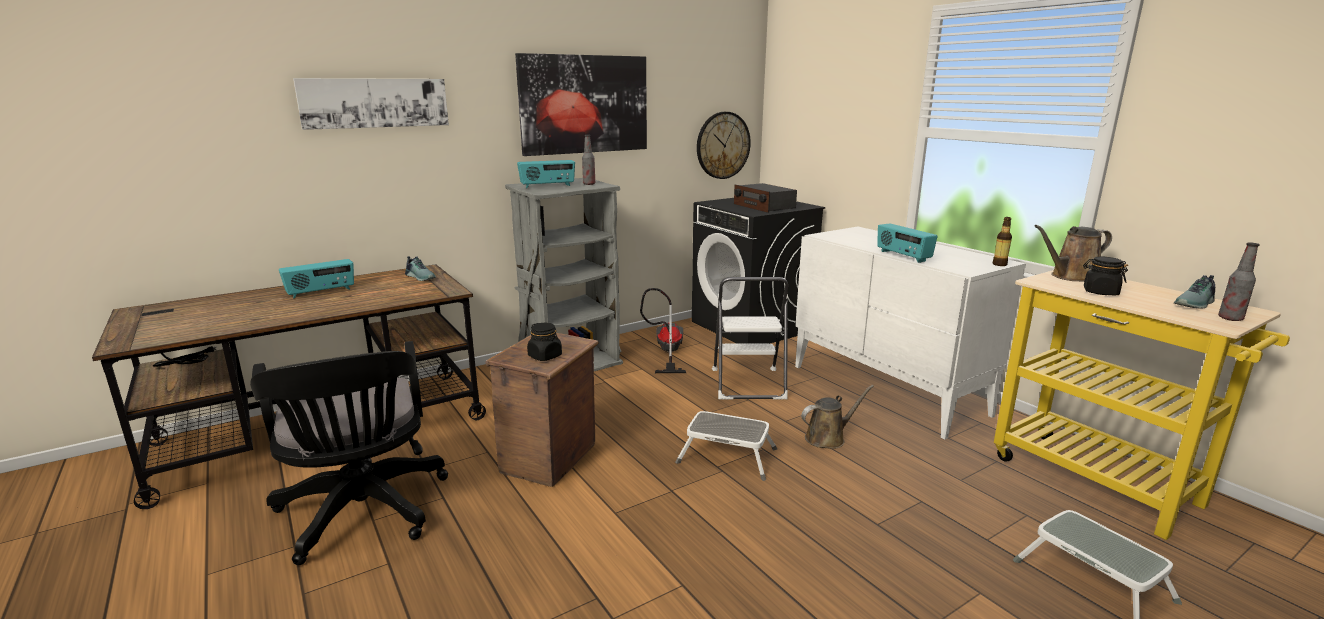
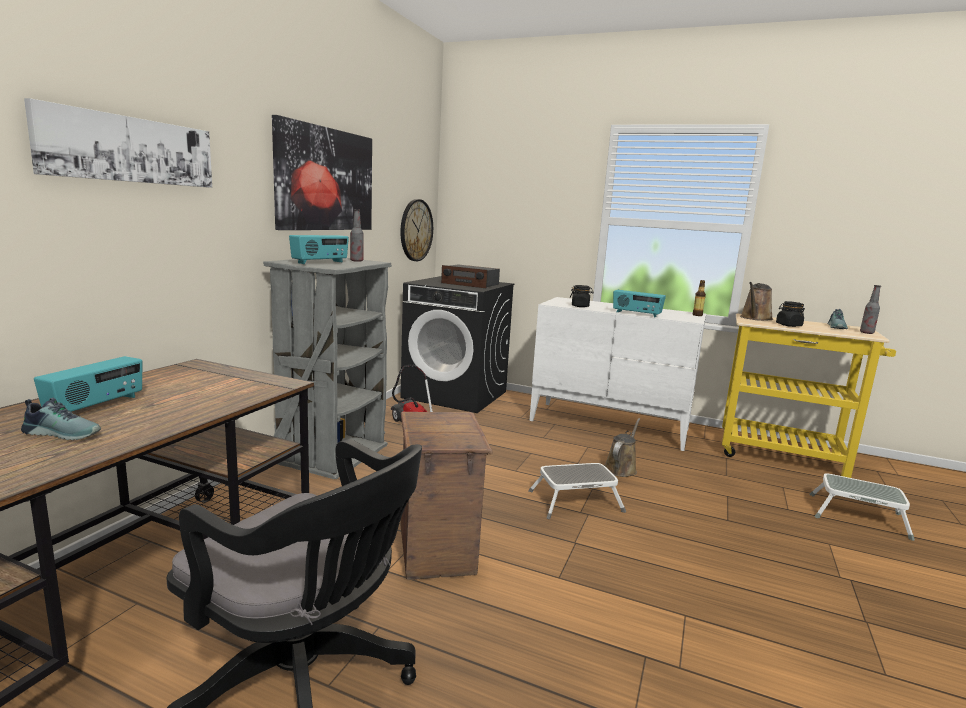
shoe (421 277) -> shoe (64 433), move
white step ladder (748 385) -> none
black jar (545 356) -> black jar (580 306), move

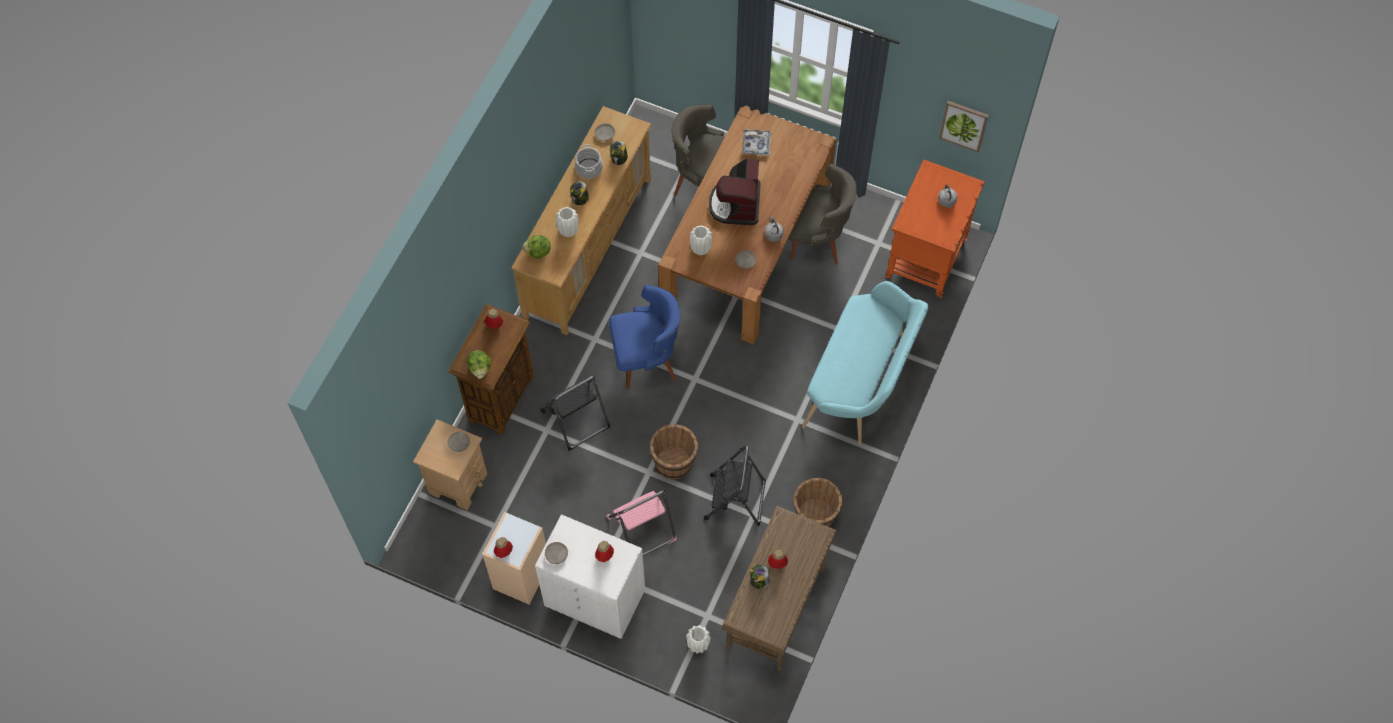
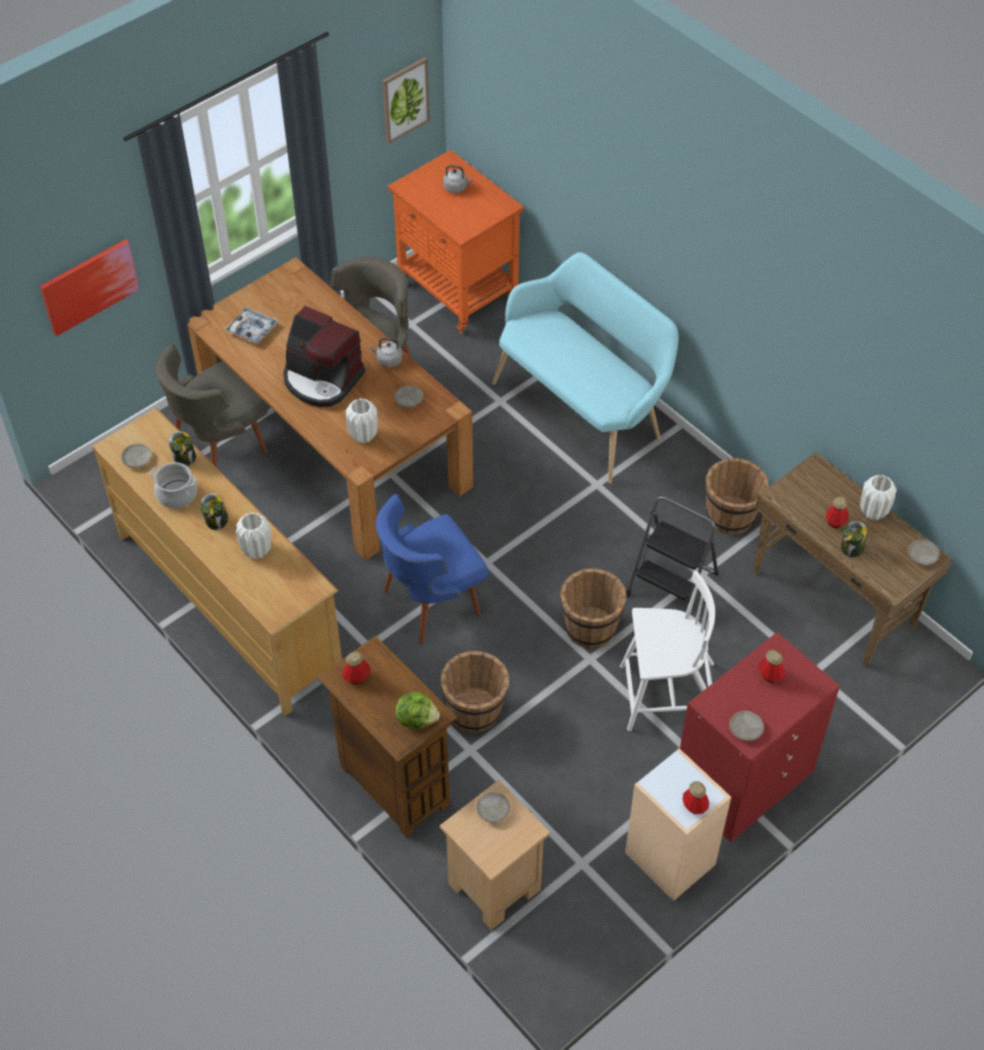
lettuce (538 252) -> none
blue chair (646 361) -> blue chair (432 603), 135 degrees counterclockwise
black step ladder (576 421) -> brown bucket (475 710)
pink step ladder (642 530) -> white chair (668 696)
white cabinet (594 600) -> red cabinet (741 786)
white vase (698 645) -> white vase (873 512), move
none -> picture (89 286)
none -> beige plate (922 556)

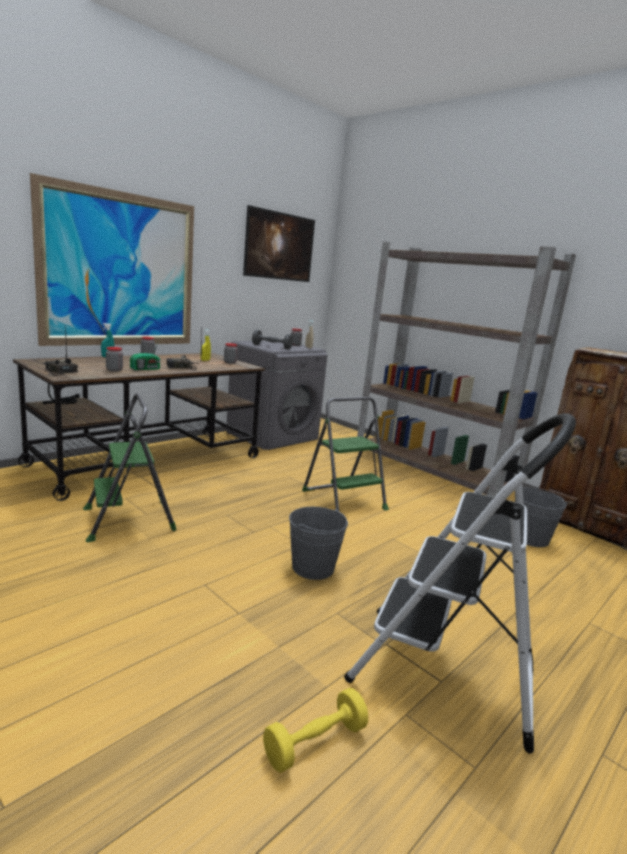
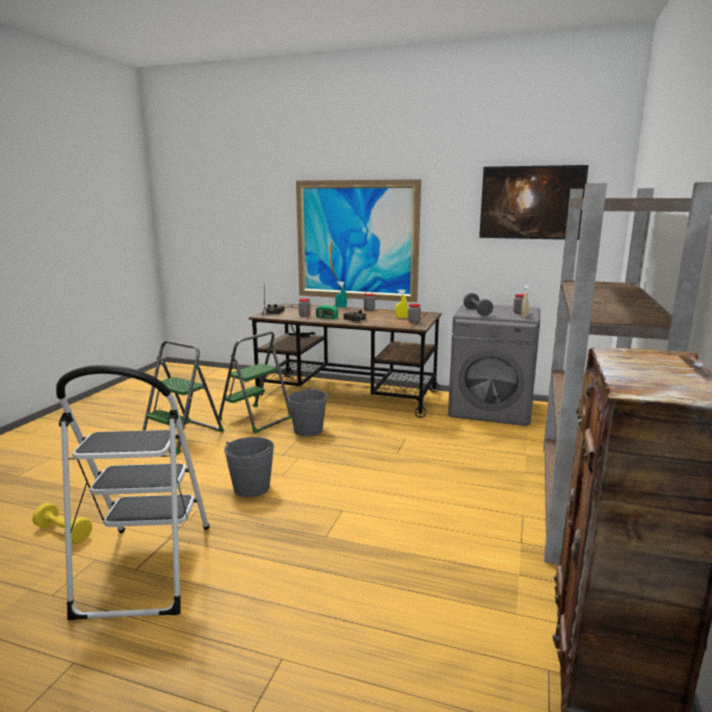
green step ladder (342 498) -> green step ladder (185 435), move
grey bucket (530 538) -> grey bucket (308 430), move

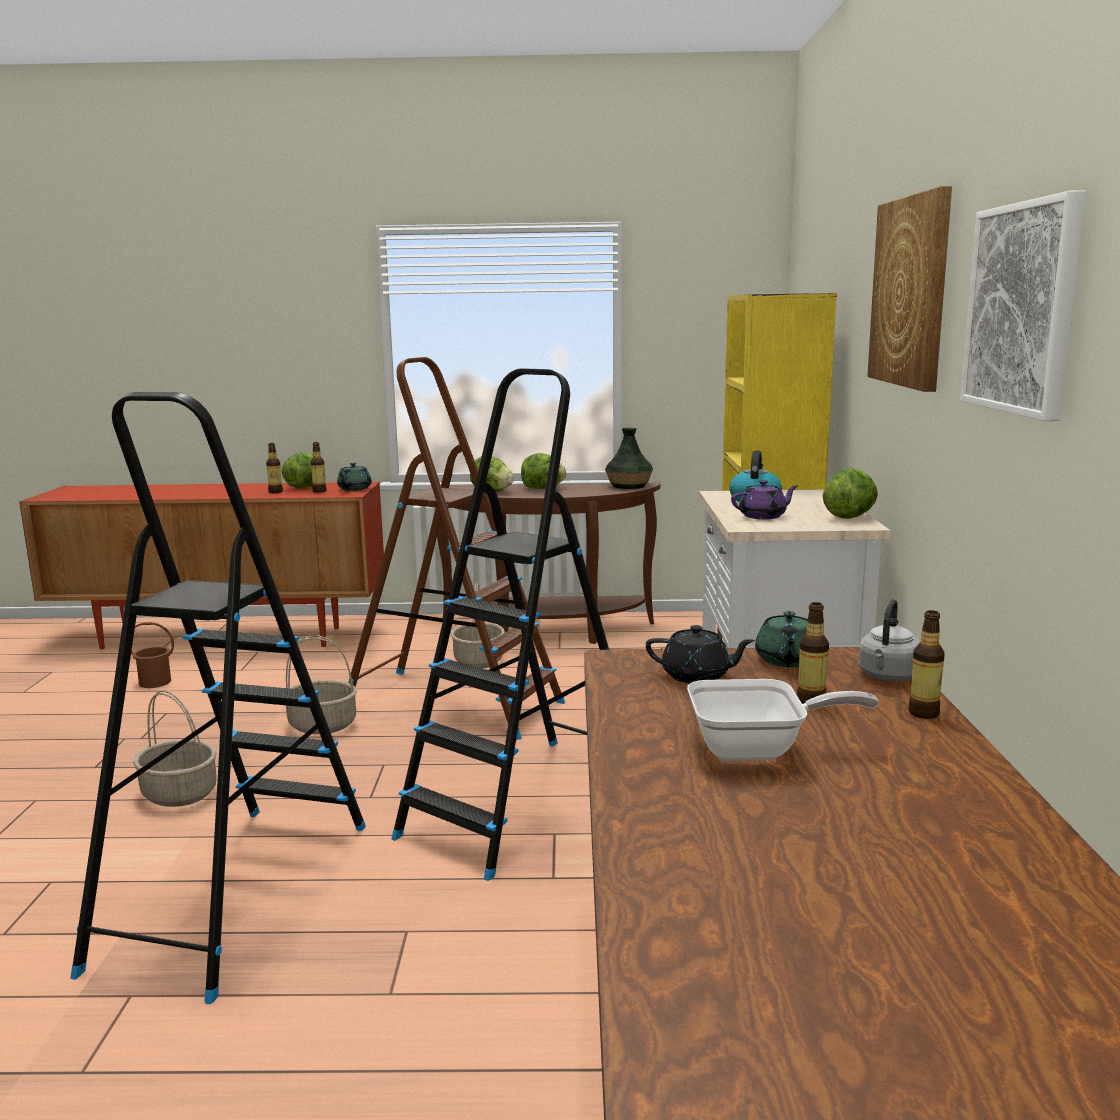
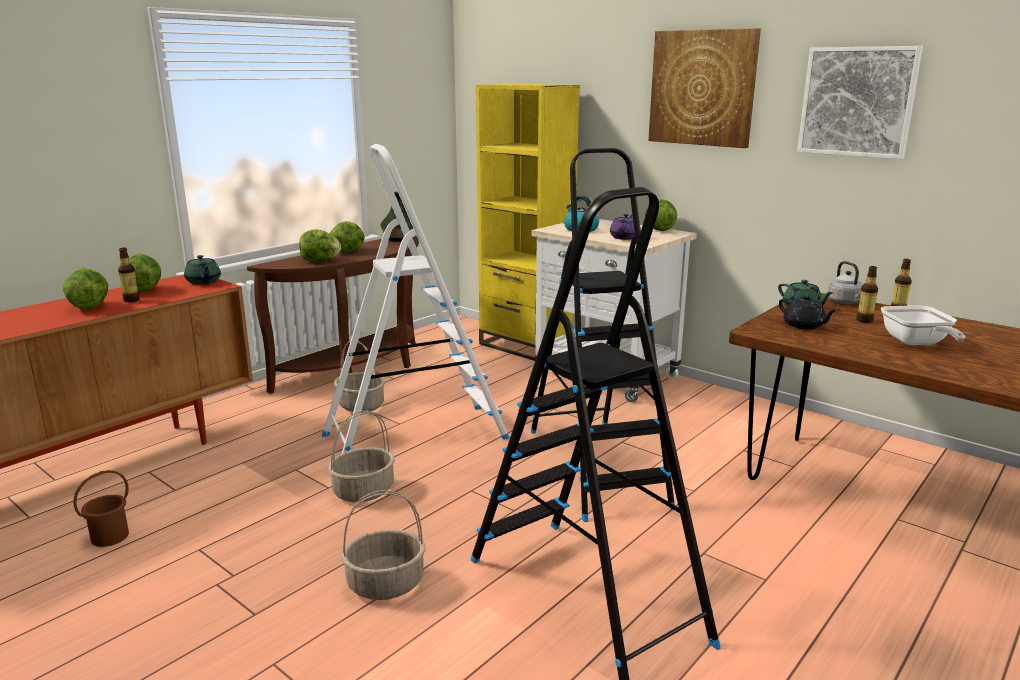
brown step ladder (454 703) -> white step ladder (416 436)
bottle (319 491) -> none
black teapot (697 676) -> black teapot (804 326), 90 degrees clockwise
frying pan (758 750) -> frying pan (916 343), 135 degrees clockwise
none -> lettuce (89 307)

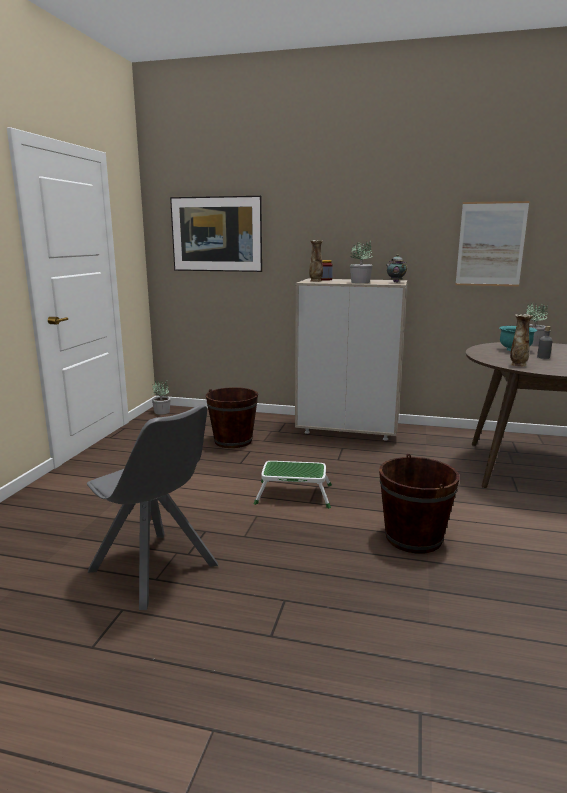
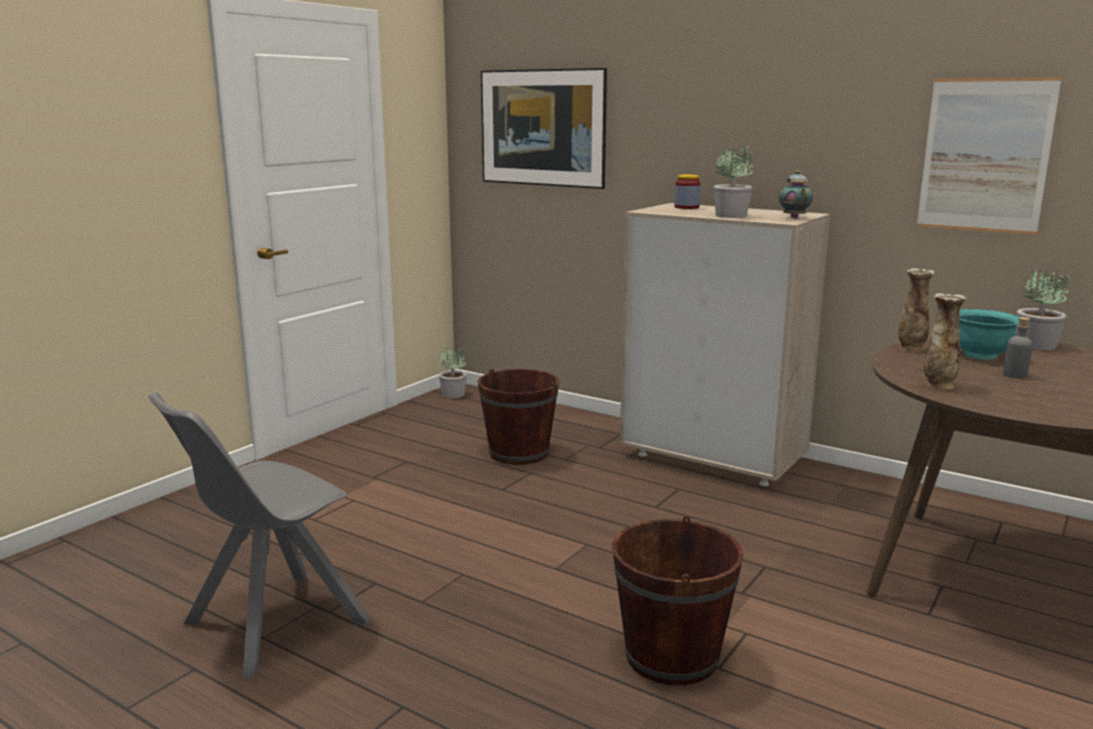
vase (315 281) -> vase (911 349), move
grey chair (155 570) -> grey chair (272 624), 75 degrees clockwise
green step ladder (294 494) -> none

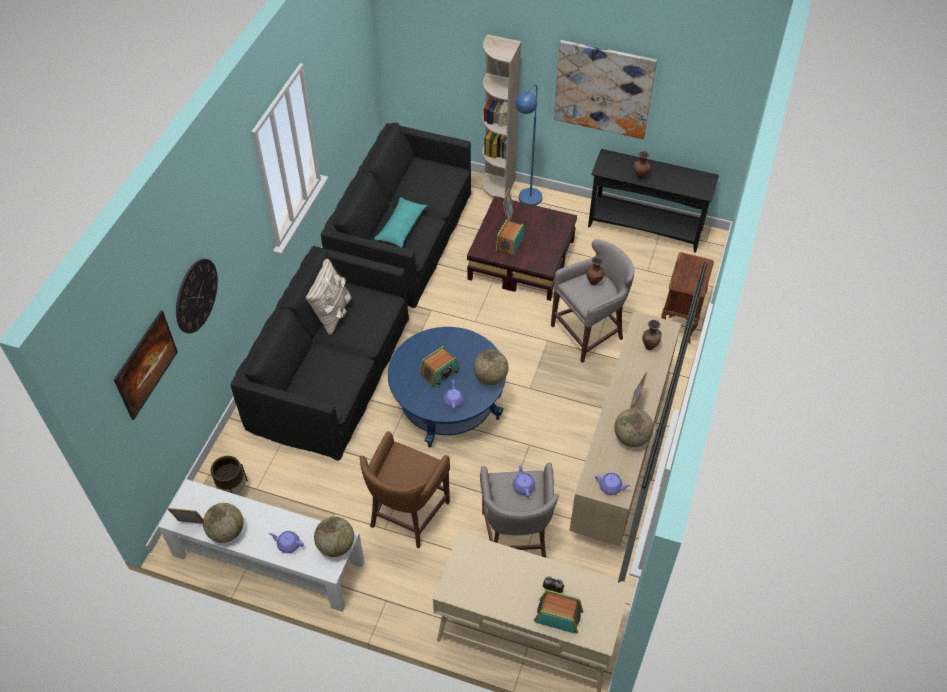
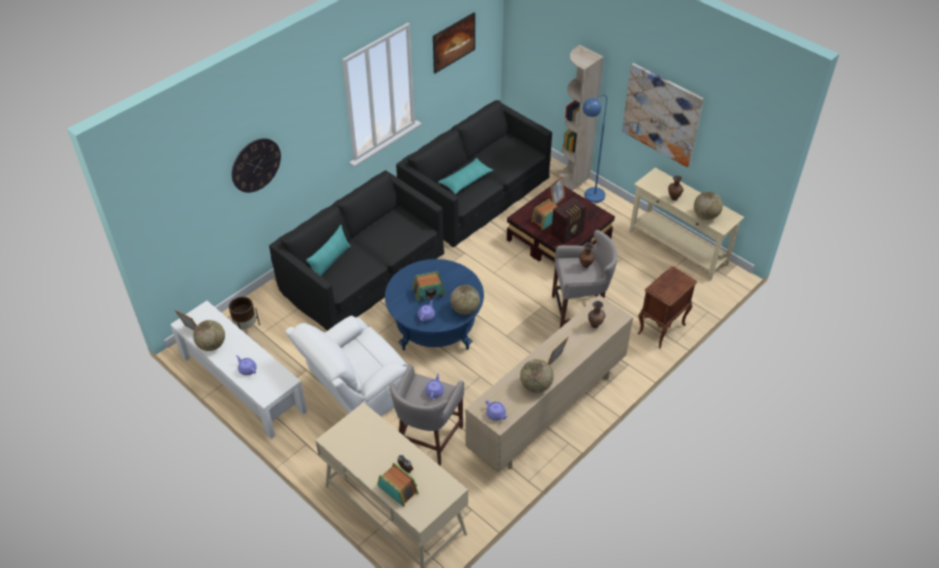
black console table (646 227) -> beige console table (678 248)
beige pillow (333 313) -> none
picture (150 374) -> picture (454 51), move
brown stool (407 515) -> white armchair (357 391)
globe (336 546) -> globe (705 216), move
none -> radio (568 233)
none -> turquoise pillow (330 262)

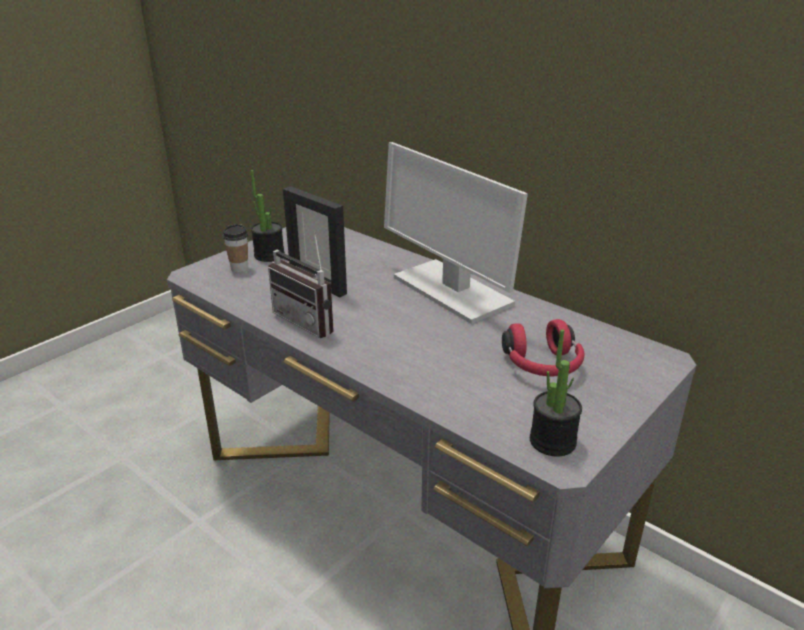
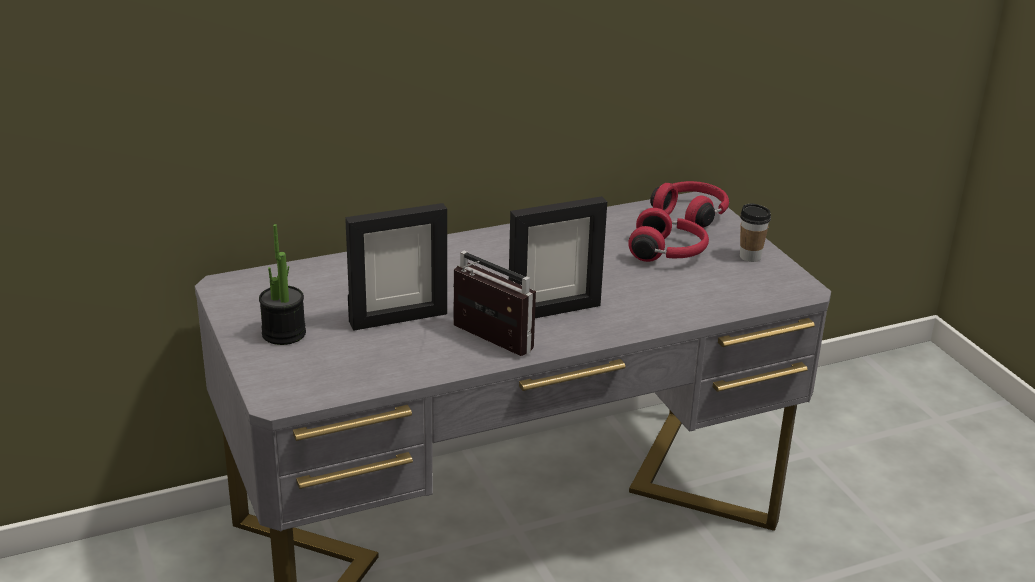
monitor (450 291) -> none
cup (239 268) -> cup (750 257), move
radio (310 321) -> radio (484 342), 120 degrees counterclockwise
potted plant (552 441) -> none
none -> red headphones (691 215)
none -> picture frame (553 310)

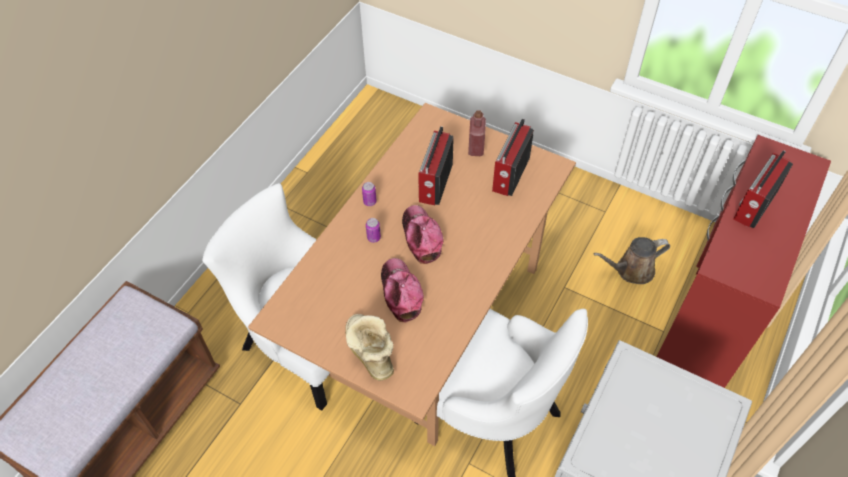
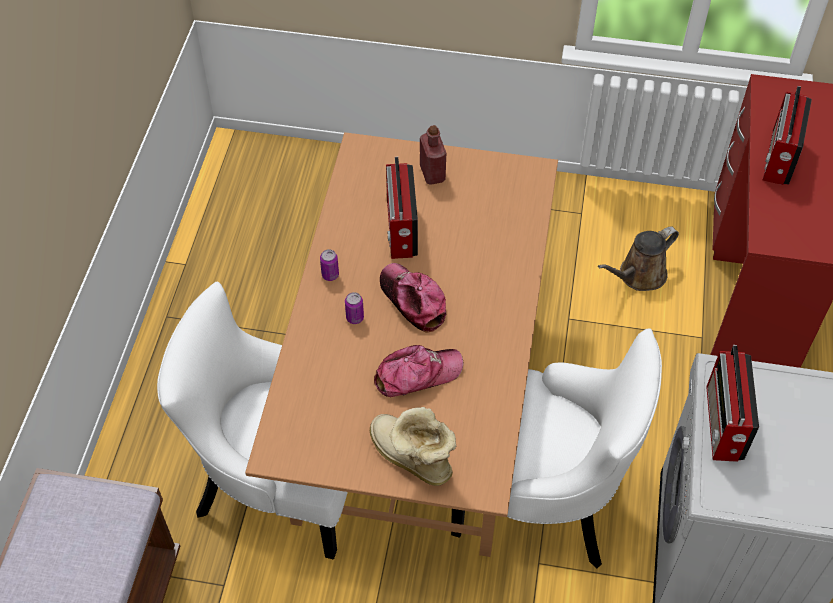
radio (510 175) -> radio (723 425), move
cap (401 292) -> cap (417 374), 105 degrees clockwise

